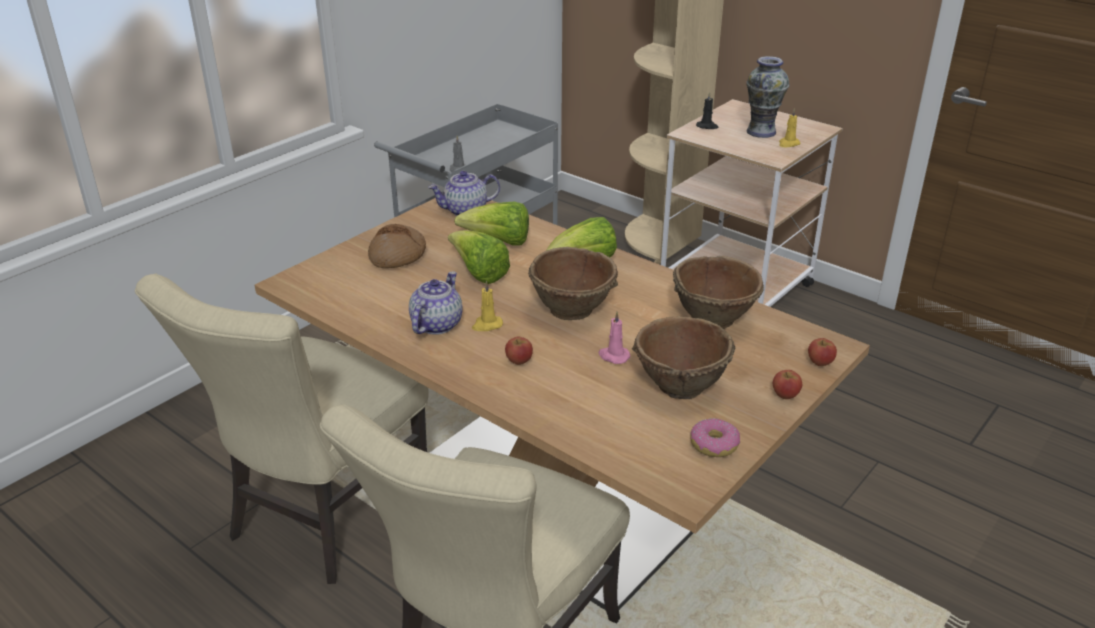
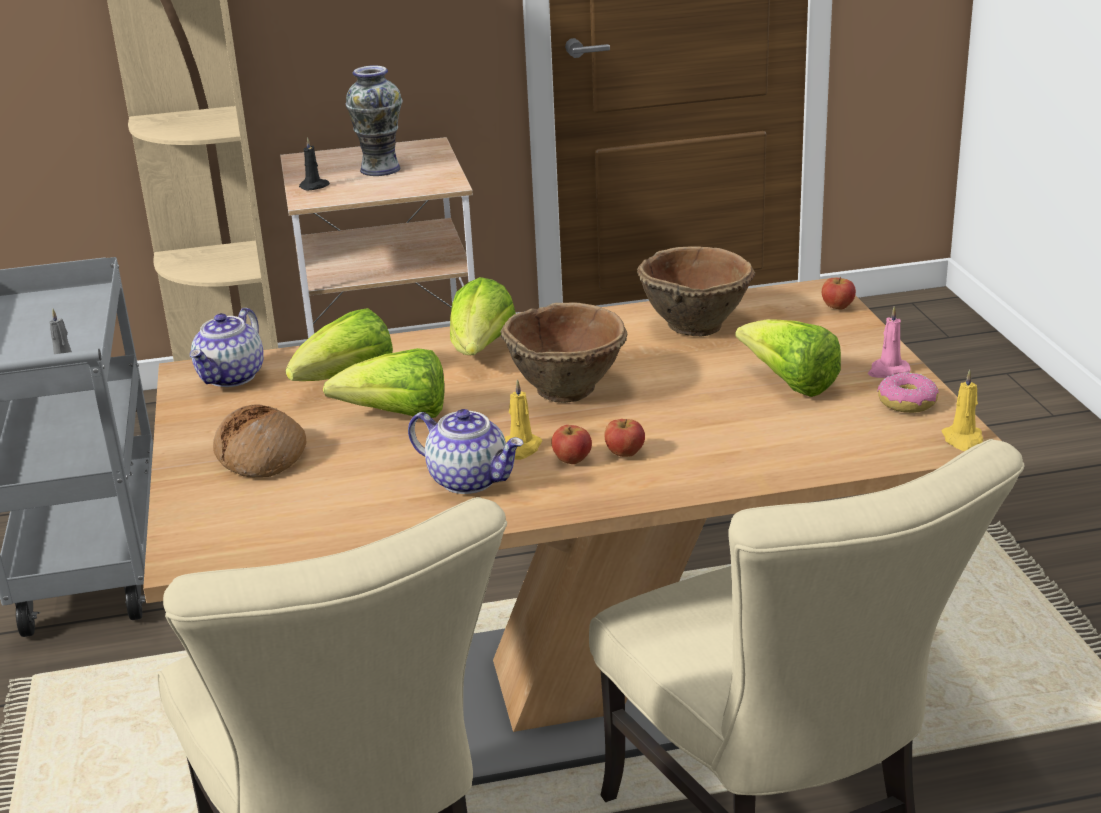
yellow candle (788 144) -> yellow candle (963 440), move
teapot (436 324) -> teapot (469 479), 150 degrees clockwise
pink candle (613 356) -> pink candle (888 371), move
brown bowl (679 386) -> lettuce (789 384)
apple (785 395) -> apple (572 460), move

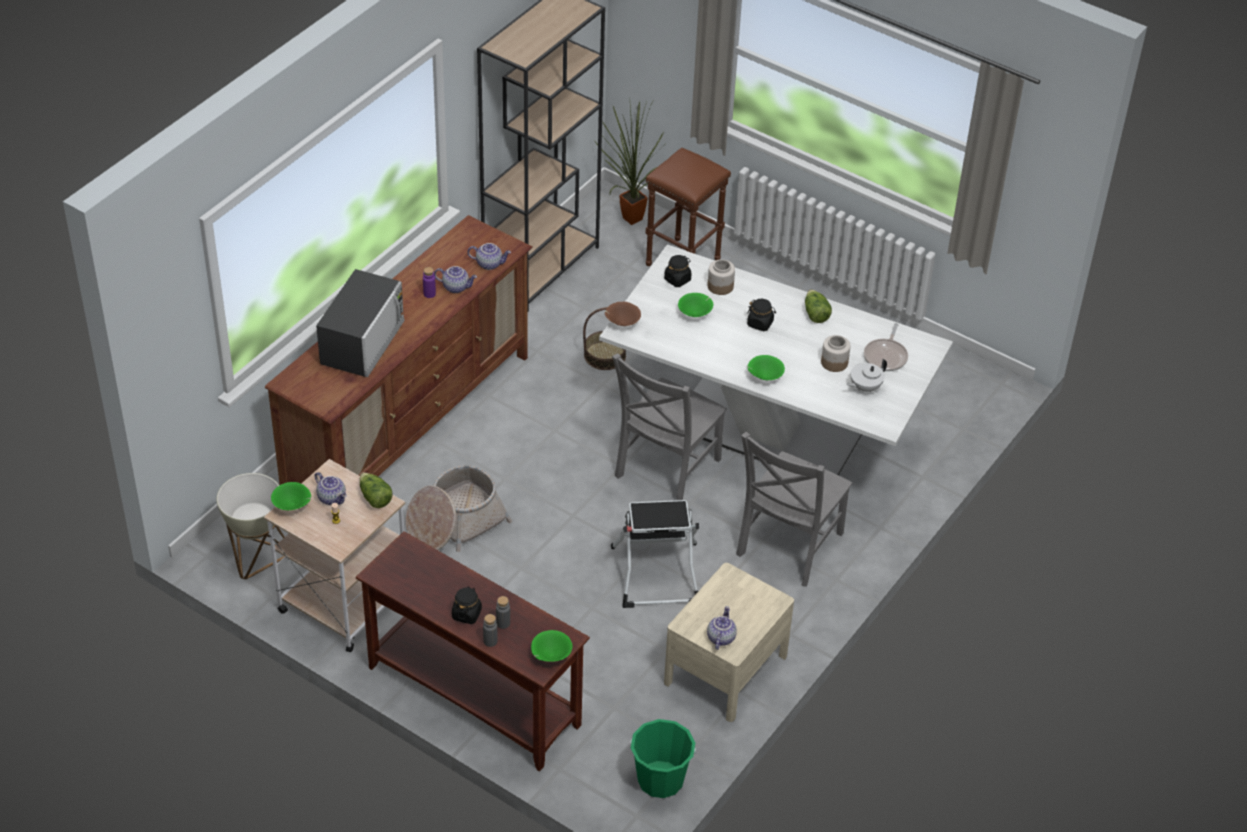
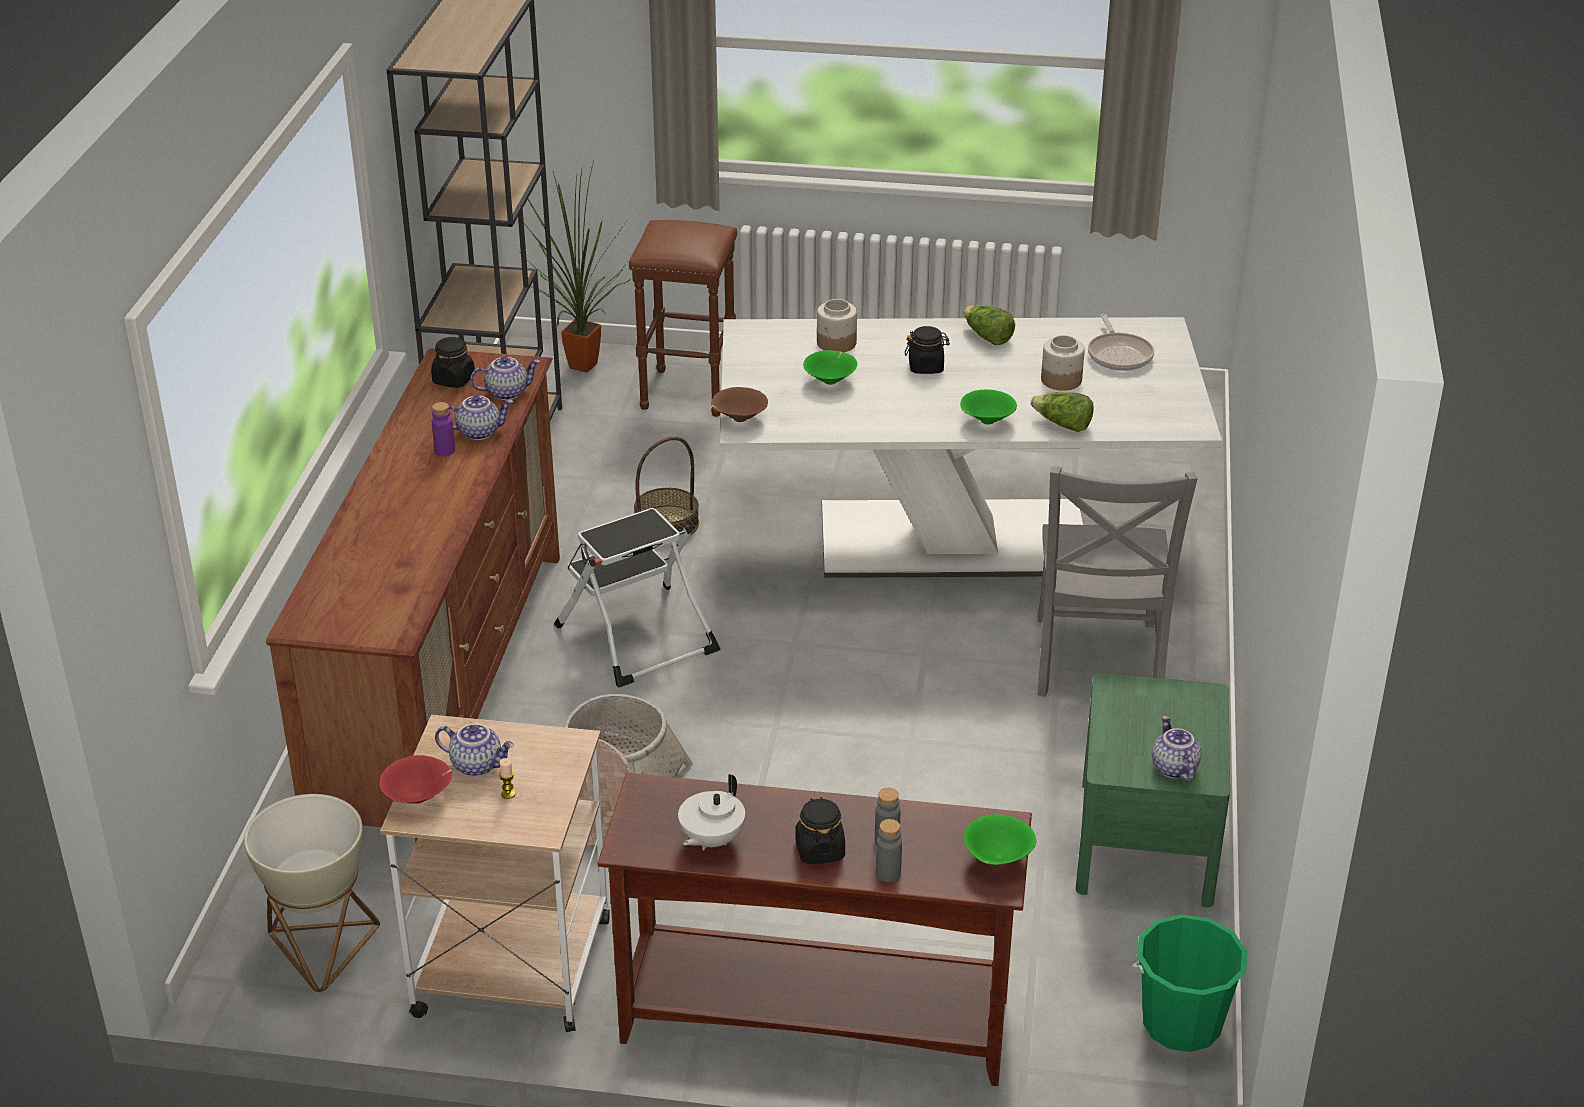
black jar (677 279) -> black jar (454 379), move
microwave (363 343) -> none
grey chair (665 470) -> none
white teapot (864 387) -> white teapot (711 840), move
lettuce (374 498) -> lettuce (1062 425), move
green bowl (292 506) -> red bowl (419 798)
step ladder (657 572) -> step ladder (638 633), move
beige nightstand (725 669) -> green nightstand (1146 841)

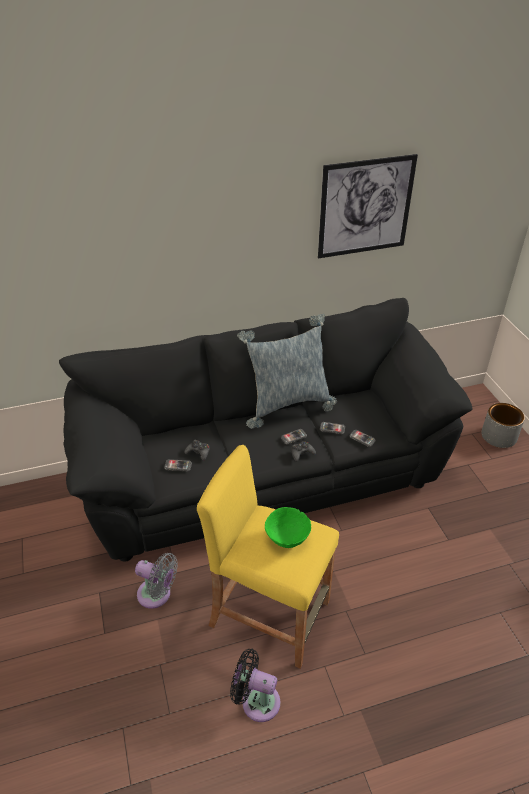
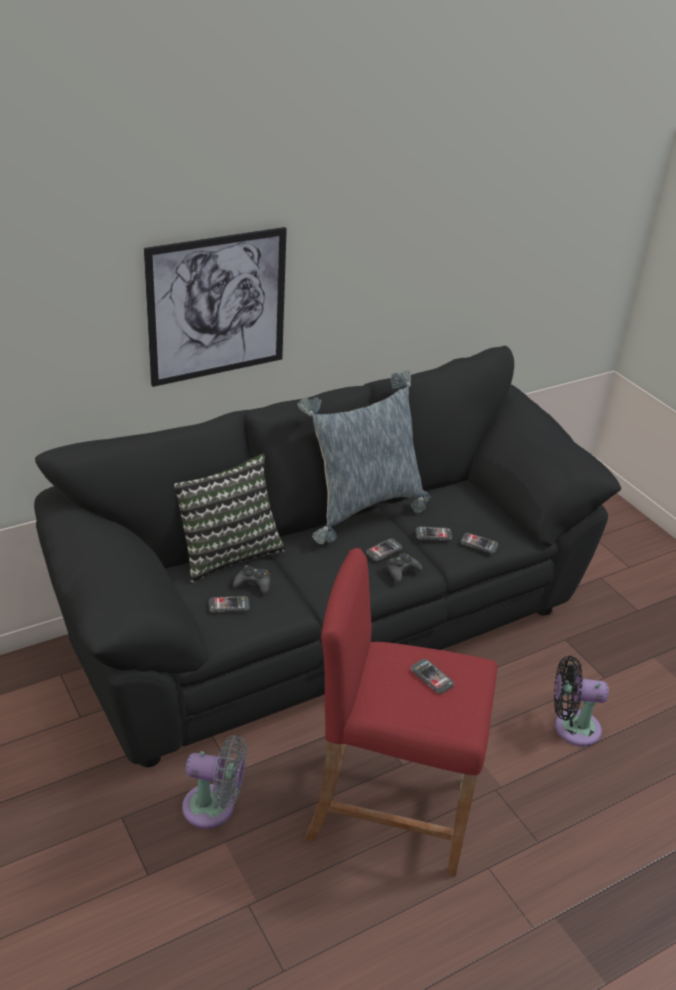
picture (365 207) -> picture (217 307), move
grey planter (499 437) -> none
yellow stool (269 614) -> red stool (389 809)
green bowl (287 538) -> phone (432 677)
black fan (256 700) -> black fan (571 727), move
none -> pillow (227 552)

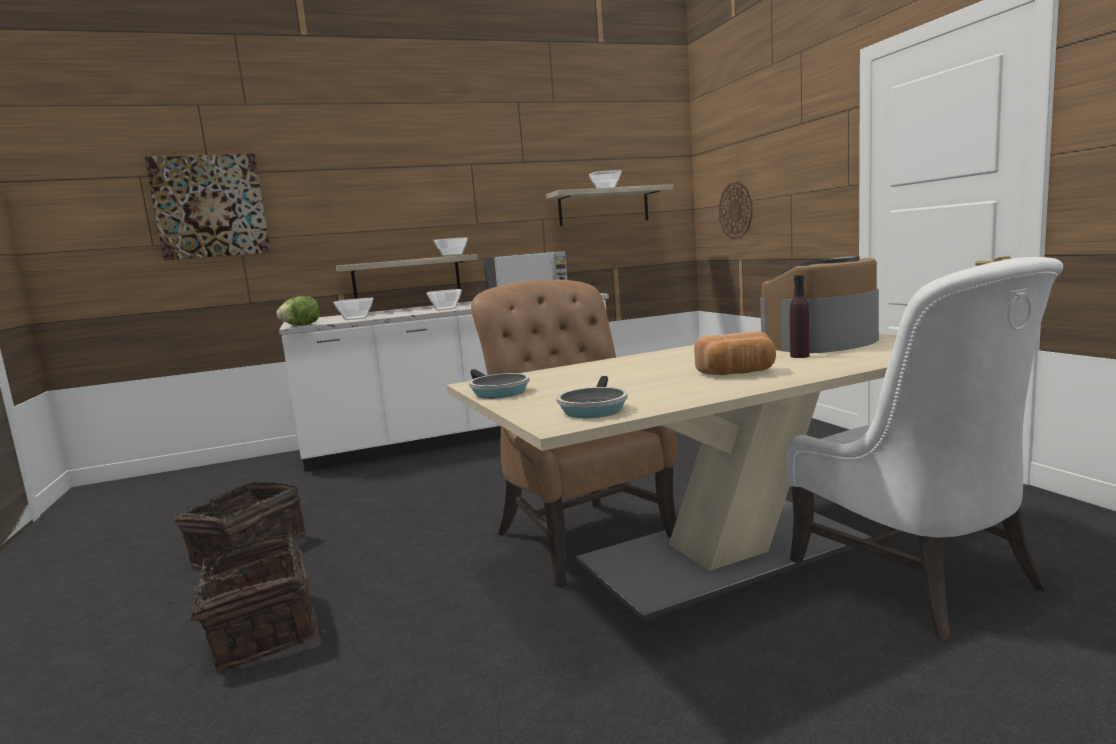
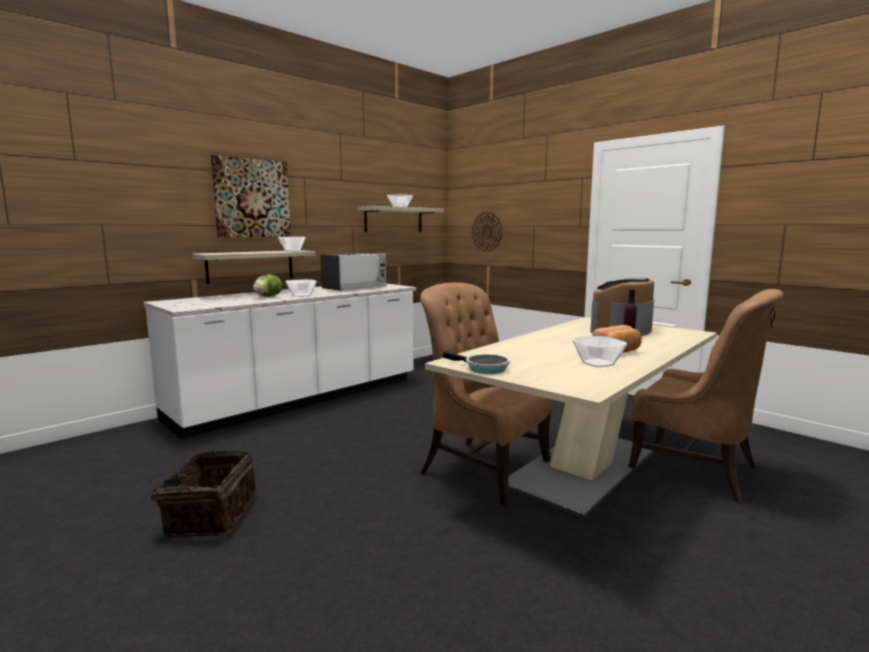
picture (210 207) -> picture (252 198), move
white chair (916 578) -> brown chair (695 469)
lettuce (301 325) -> lettuce (268 296), move
bowl (356 318) -> bowl (598 363), move
frying pan (593 408) -> none
basket (260 631) -> none

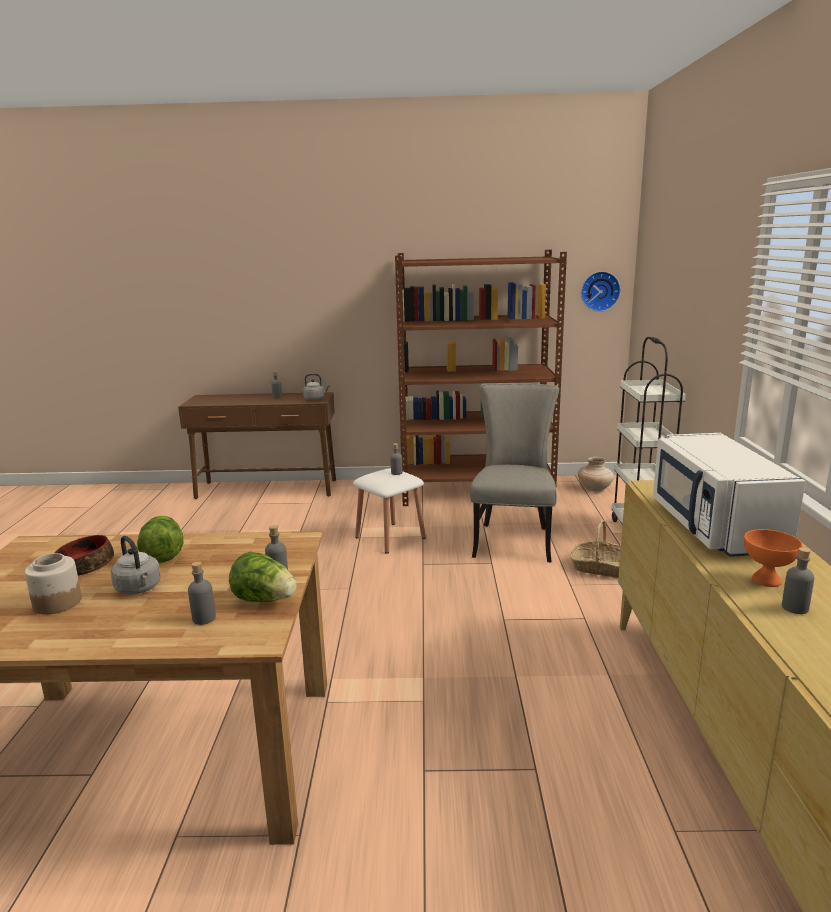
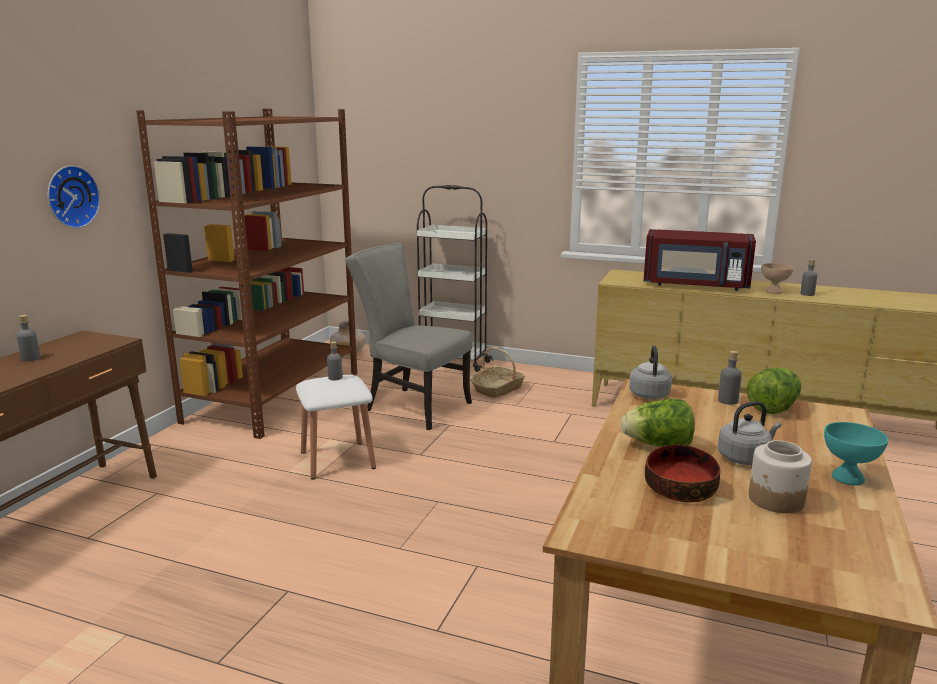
wall clock (599 291) -> wall clock (70 196), move
grey kettle (315 399) -> grey kettle (649 394), move
white microwave (713 527) -> red microwave (695 285)
orange bowl (766 581) -> beige bowl (774 291)
grey bottle (204 618) -> none
none -> turquoise bowl (846 478)

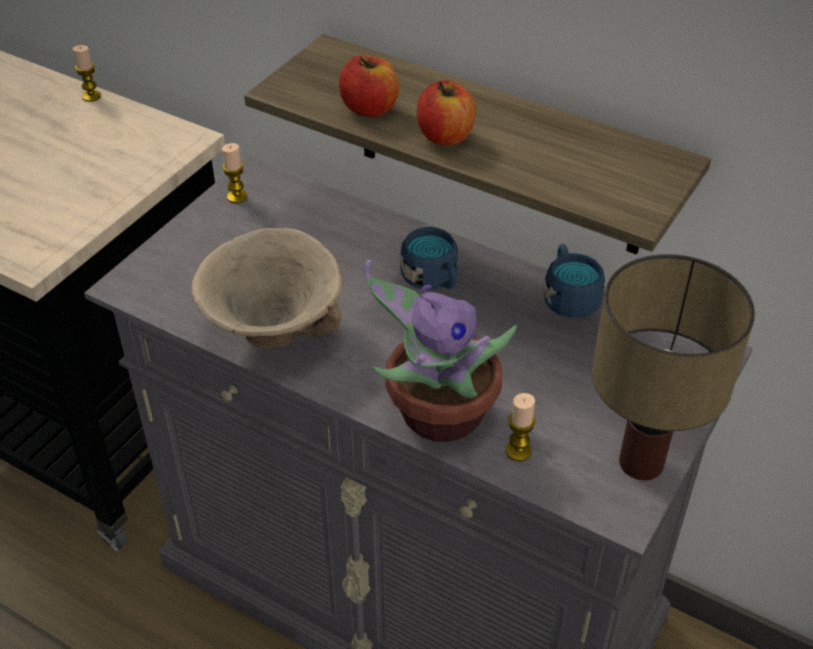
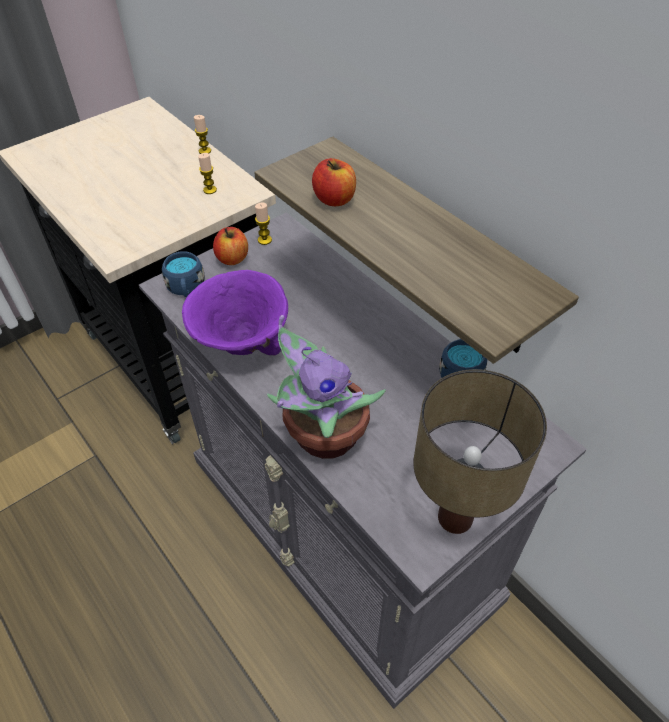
apple (445 136) -> apple (232 258), move
blue mug (433 280) -> blue mug (186 288), move
beige bowl (272 335) -> purple bowl (240 345)
candle (518 451) -> candle (210 190), move

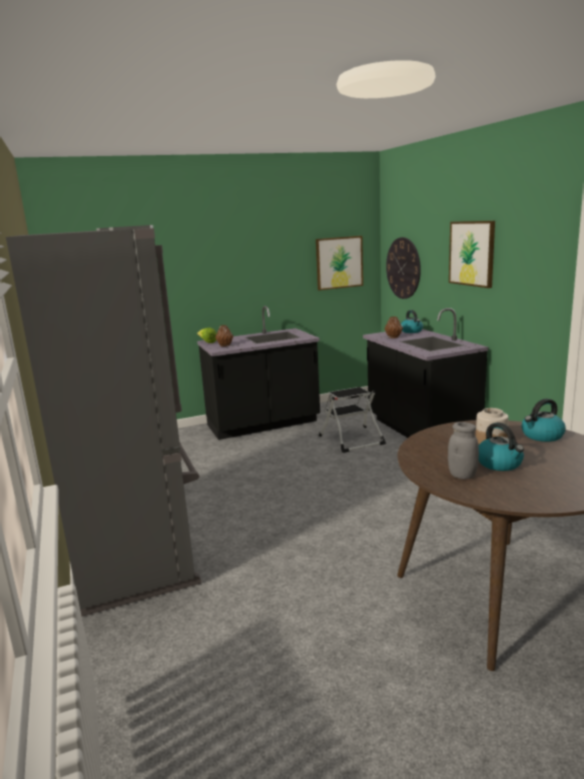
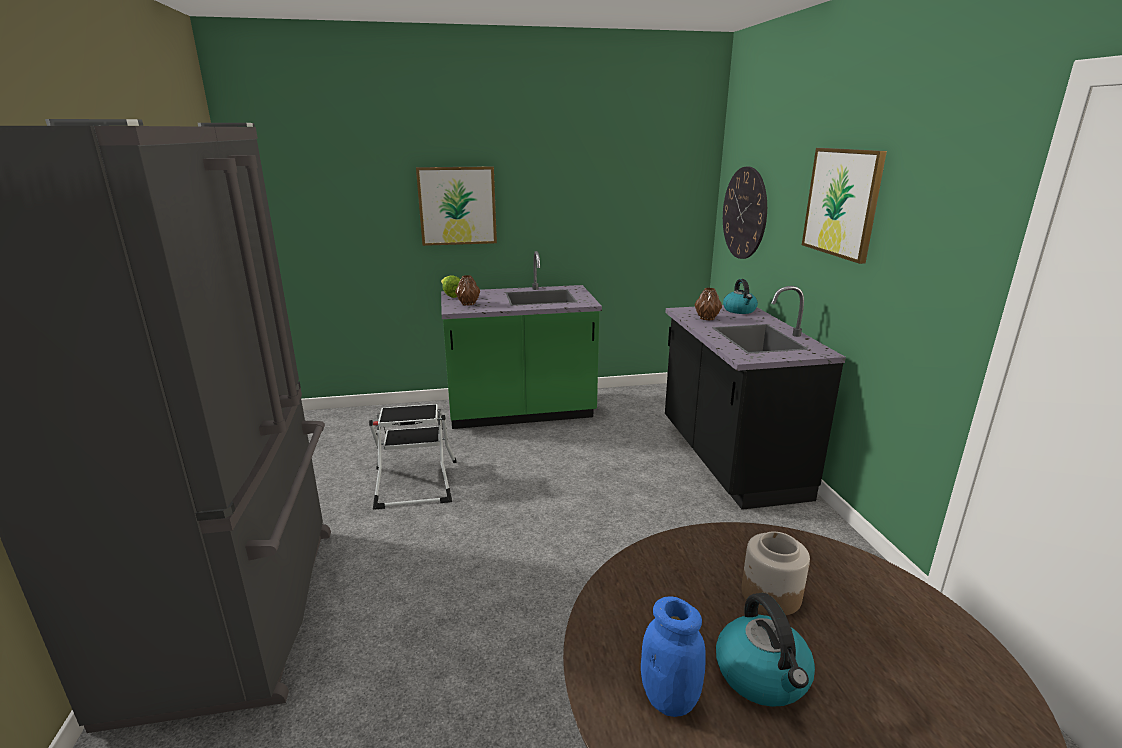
picture (339 262) -> picture (457 206), move
black counter (263 424) -> green counter (521 413)
step ladder (352 438) -> step ladder (415 482), move
kettle (542 436) -> none
grey jar (462 475) -> blue jar (669 699)

